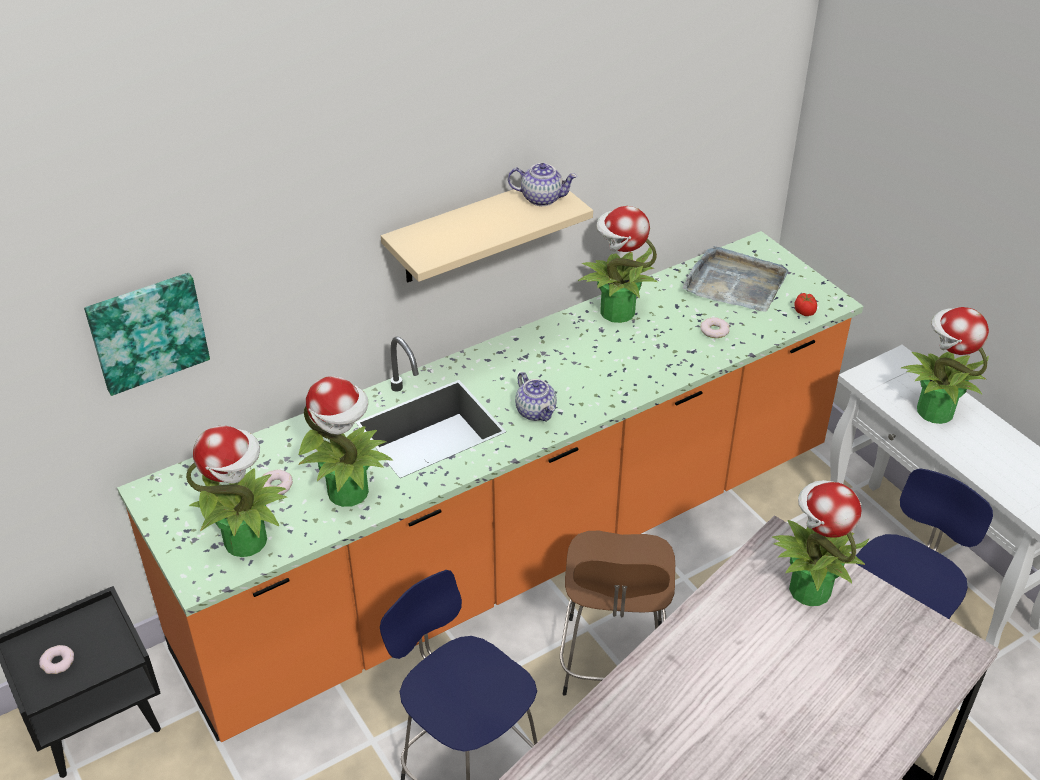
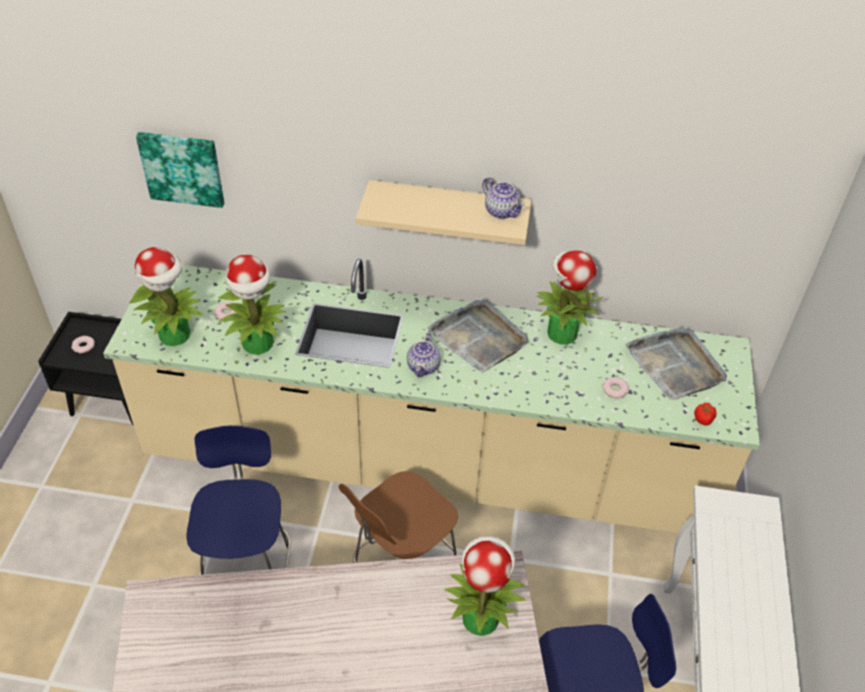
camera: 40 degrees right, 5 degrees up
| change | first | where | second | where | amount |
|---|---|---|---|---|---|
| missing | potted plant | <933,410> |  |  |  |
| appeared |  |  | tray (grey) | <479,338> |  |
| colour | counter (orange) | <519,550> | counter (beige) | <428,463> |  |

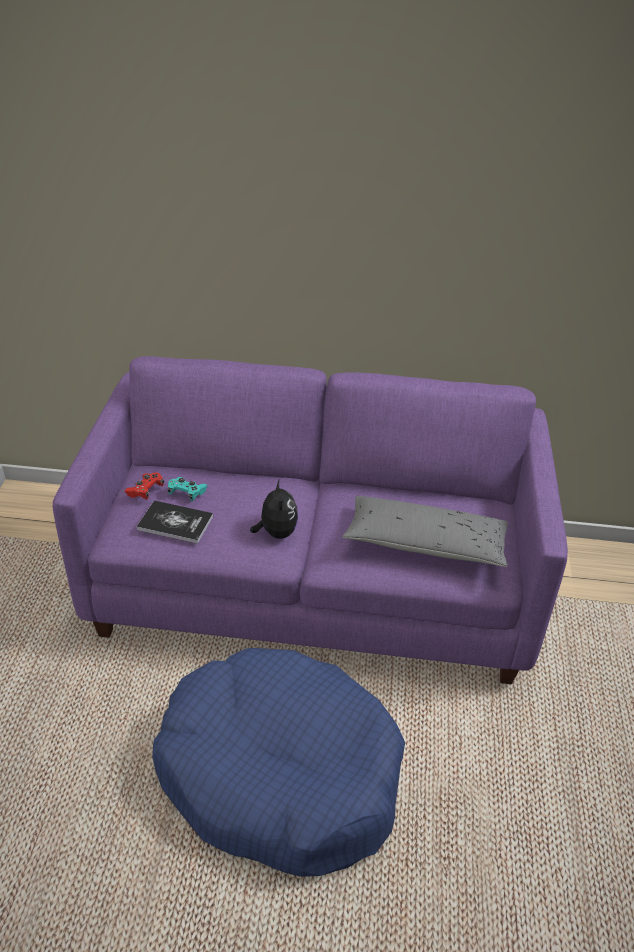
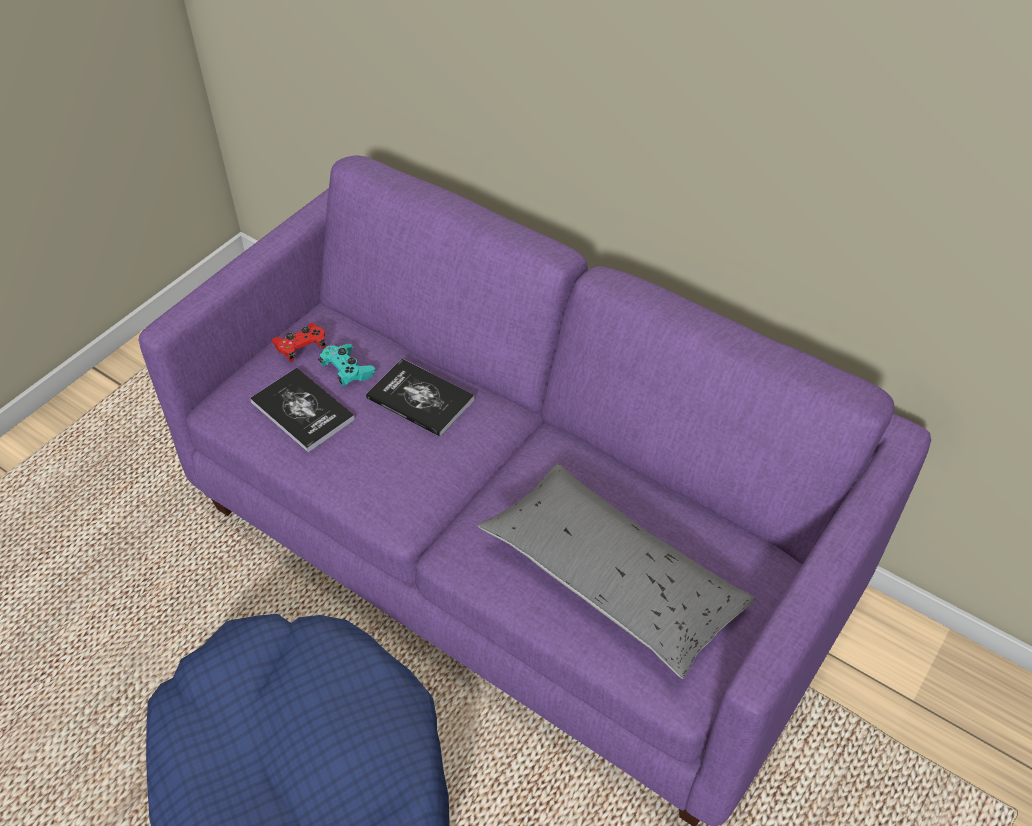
camera: 30 degrees right, 10 degrees up
| change | first | where | second | where | amount |
|---|---|---|---|---|---|
| missing | plush toy | <276,532> |  |  |  |
| appeared |  |  | book | <420,399> |  |

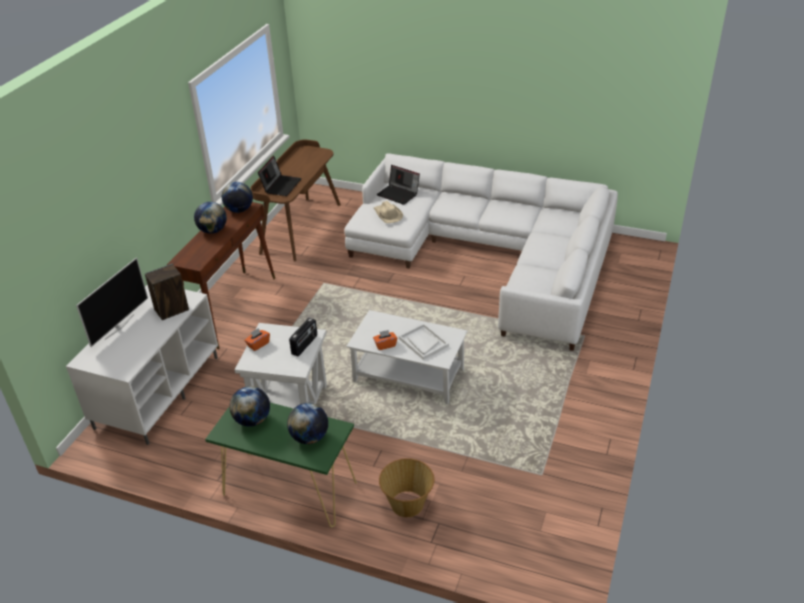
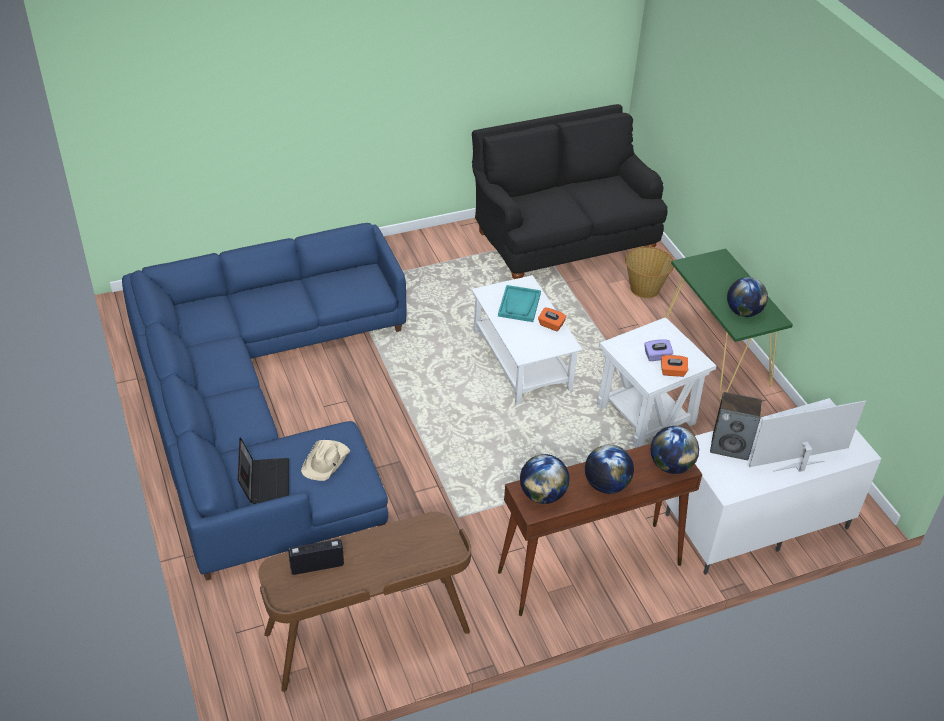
camera: 135 degrees left, 5 degrees up
| change | first | where | second | where | amount |
|---|---|---|---|---|---|
| missing | laptop | <281,185> |  |  |  |
| appeared |  |  | sofa (black) | <562,240> |  |
| appeared |  |  | tissue box (purple) | <657,356> |  |
| relocated | globe | <310,437> |  | <671,465> |  |
| relocated | radio | <305,345> |  | <317,565> |  |
| colour | sofa (white) | <492,255> | sofa (blue) | <260,405> |  |
| colour | tray (white) | <423,342> | tray (turquoise) | <519,305> |  |

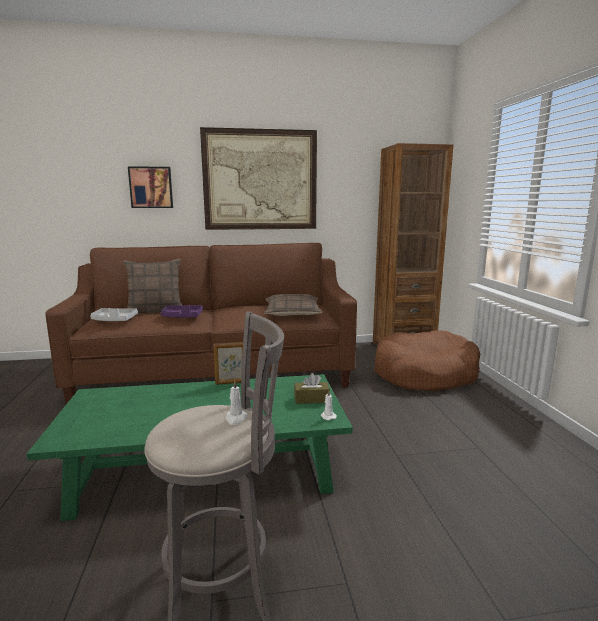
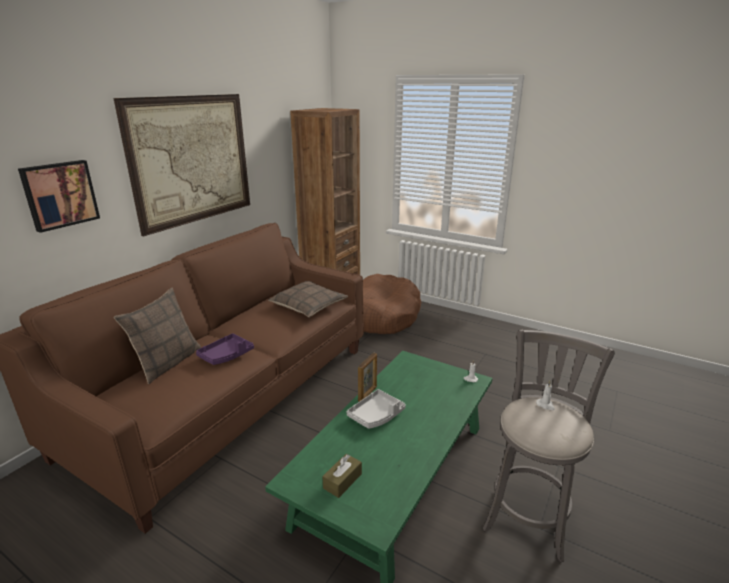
camera: 50 degrees left, 10 degrees up
| change | first | where | second | where | amount |
|---|---|---|---|---|---|
| relocated | tray (grey) | <114,320> |  | <376,415> |  |
| relocated | tissue box (brown) | <311,399> |  | <342,481> |  |

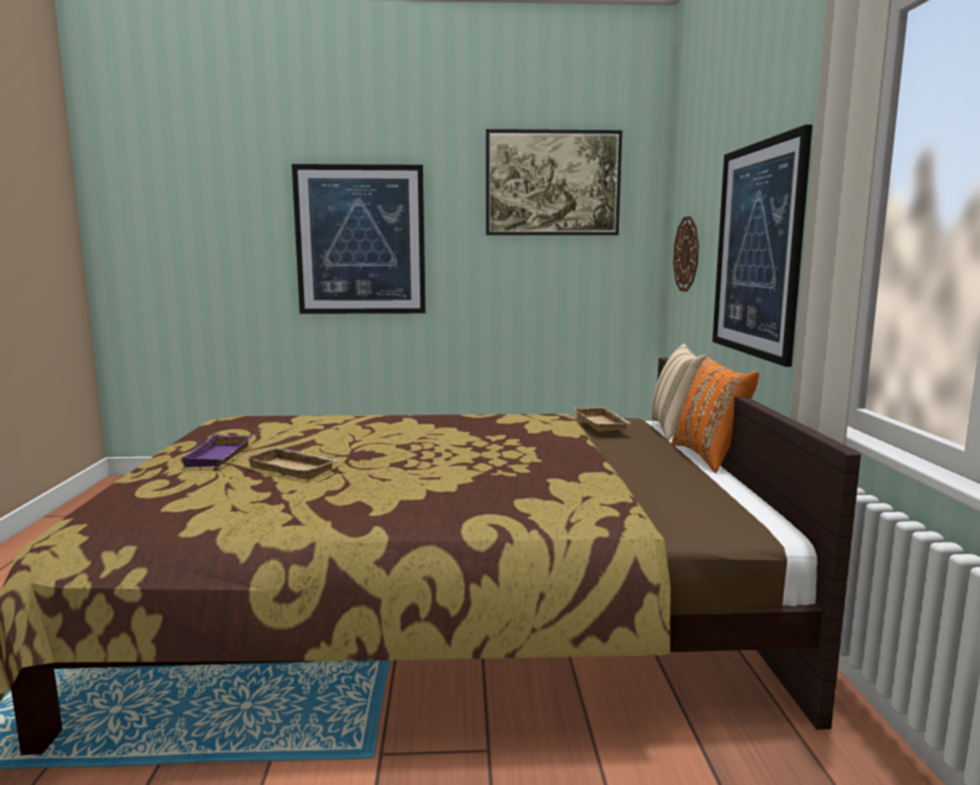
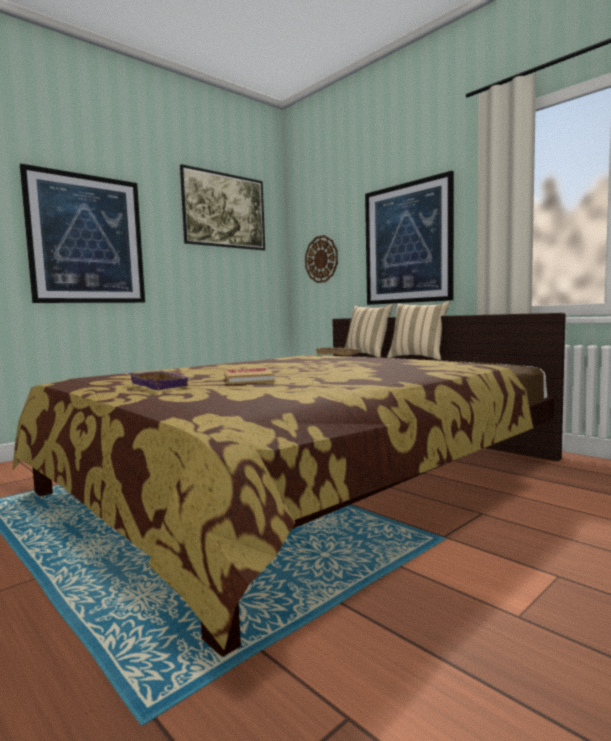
camera: 40 degrees left, 5 degrees down
| change | first | where | second | where | amount |
|---|---|---|---|---|---|
| exchanged | tray (beige) | <294,468> | book | <248,379> |  |
| colour | pillow (orange) | <710,457> | pillow (beige) | <418,358> |  |

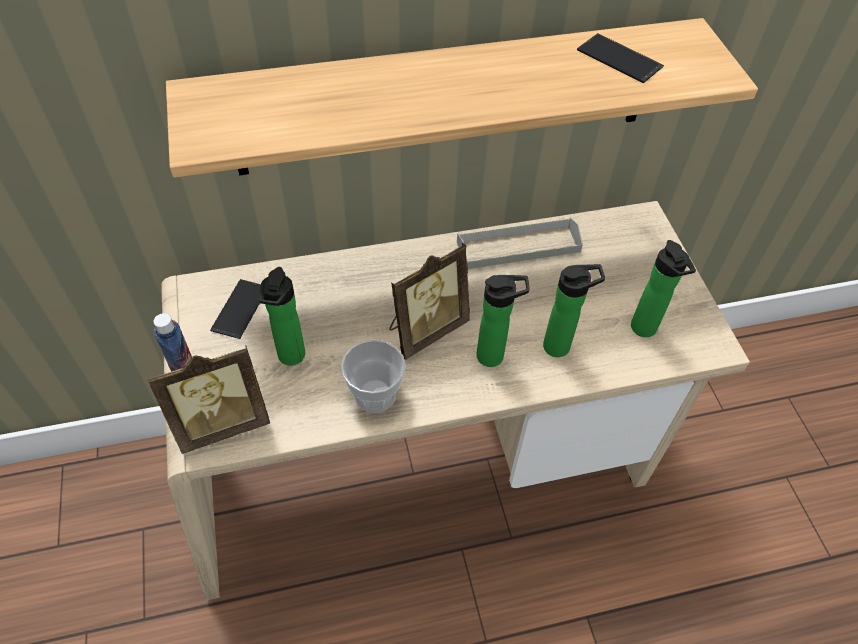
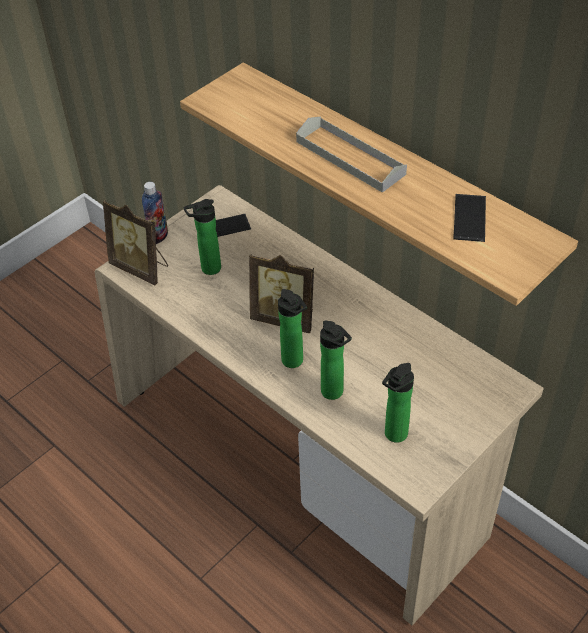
camera: 60 degrees right, 5 degrees down
| change | first | where | second | where | amount |
|---|---|---|---|---|---|
| missing | cup | <375,395> |  |  |  |
| relocated | tray (grey) | <518,247> |  | <350,158> |  |

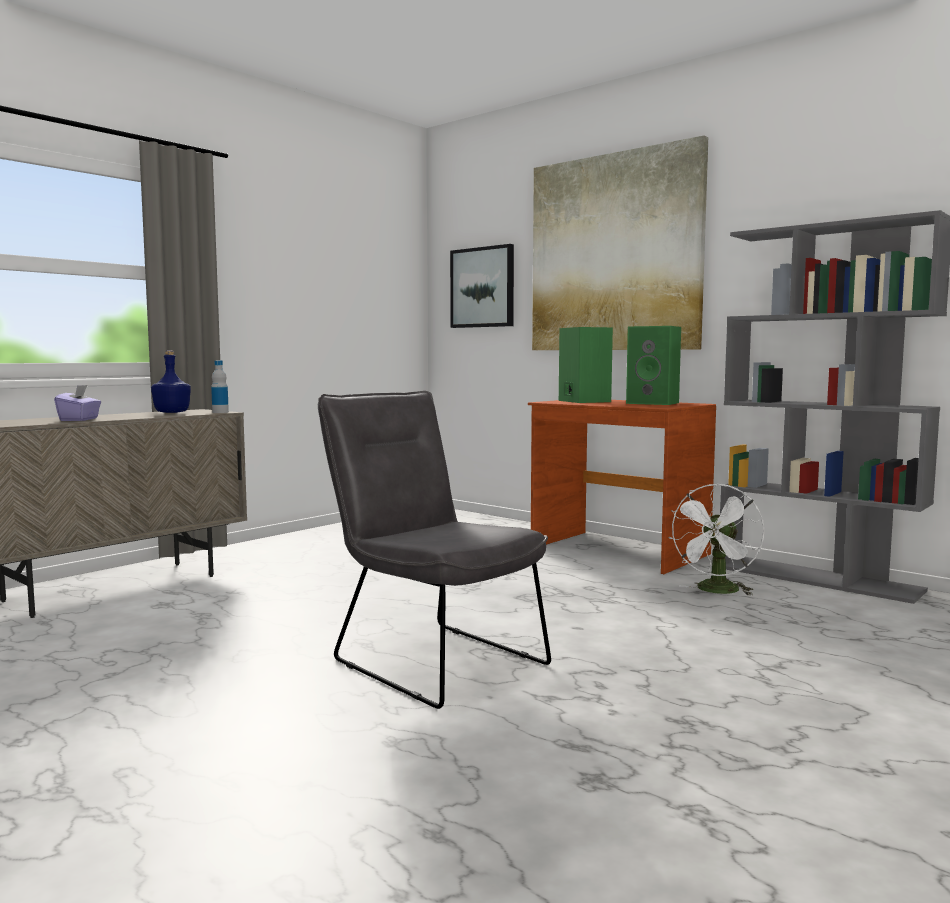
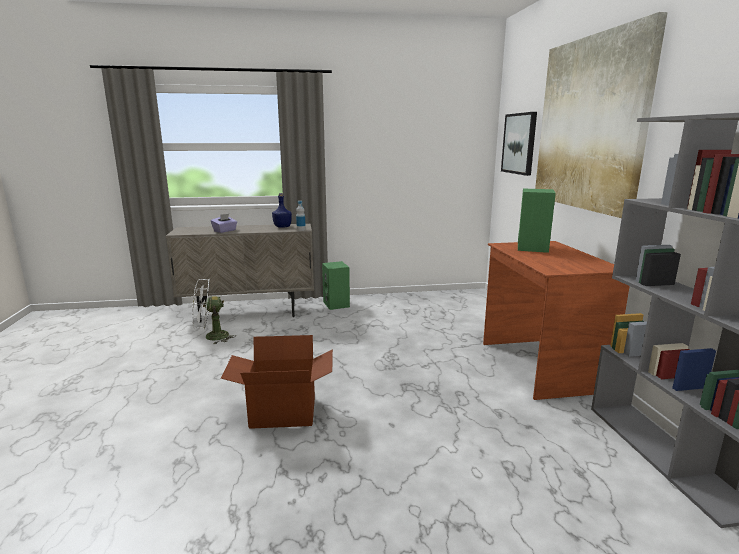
camera: 40 degrees right, 10 degrees up
| change | first | where | second | where | amount |
|---|---|---|---|---|---|
| relocated | speaker (green) | <654,403> |  | <337,304> |  |
| relocated | fan (white) | <717,591> |  | <211,337> |  |
| exchanged | chair (grey) | <430,658> | cardboard box | <283,413> |  |

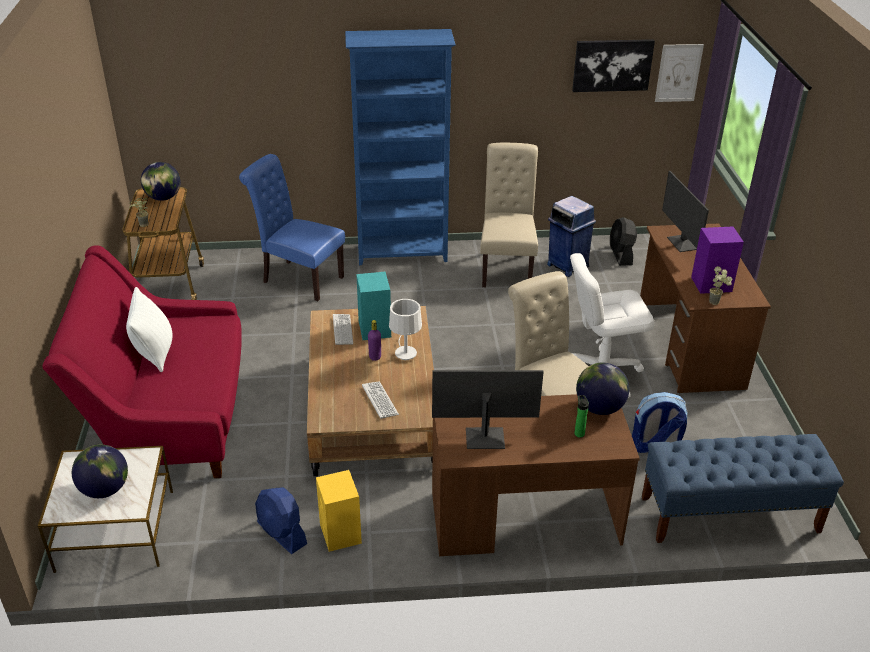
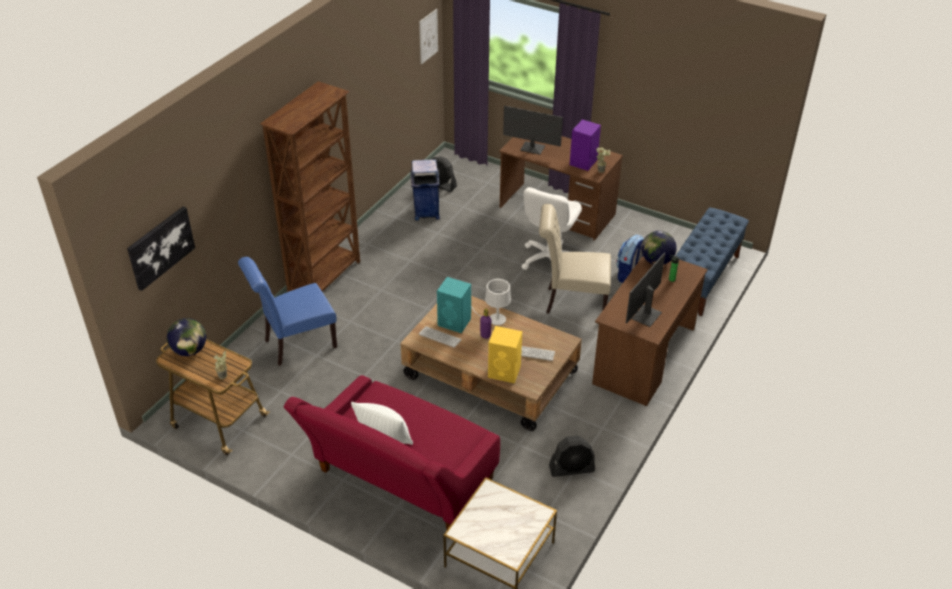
camera: 55 degrees left, 5 degrees up
| change | first | where | second | where | amount |
|---|---|---|---|---|---|
| missing | globe | <105,489> |  |  |  |
| missing | chair (beige) | <506,267> |  |  |  |
| relocated | speaker (yellow) | <340,534> |  | <505,372> |  |
| relocated | picture | <612,65> |  | <160,247> |  |
| colour | fan (blue) | <282,533> | fan (black) | <571,469> |  |
| colour | bookcase (blue) | <403,254> | bookcase (brown) | <325,278> |  |

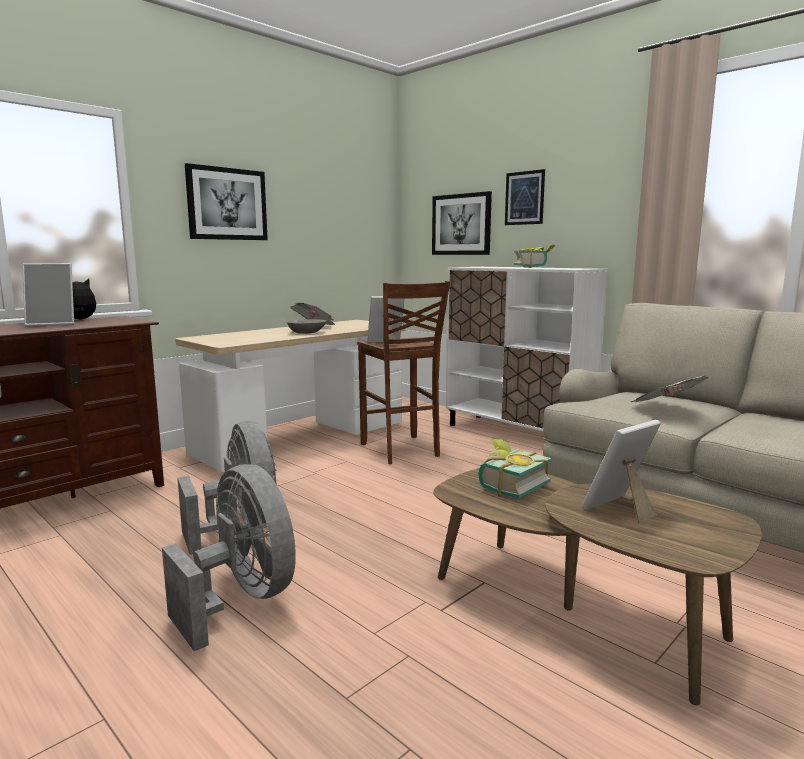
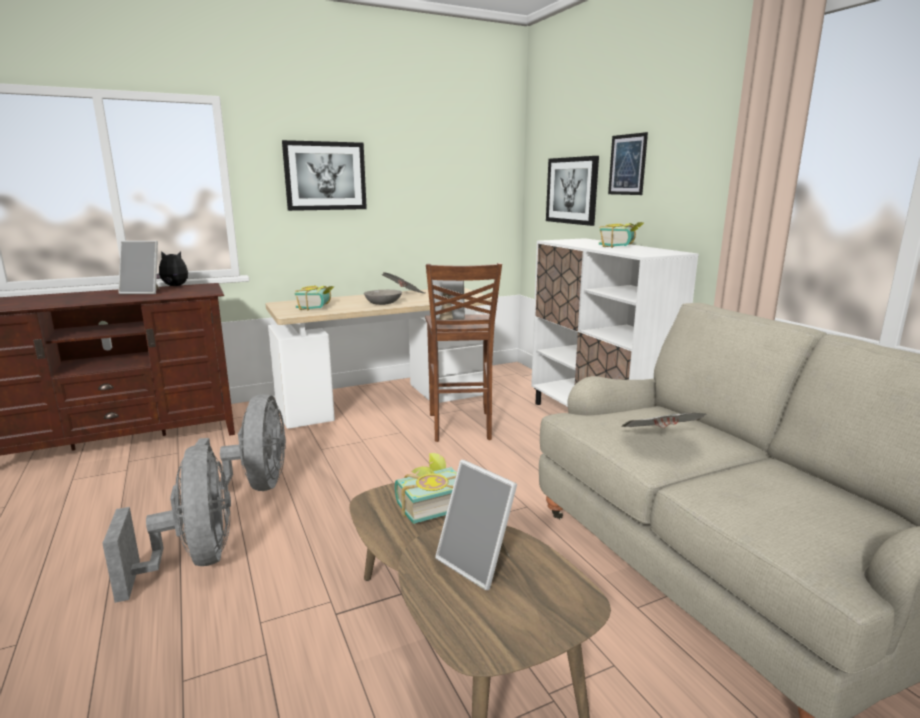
camera: 20 degrees right, 5 degrees up
| change | first | where | second | where | amount |
|---|---|---|---|---|---|
| appeared |  |  | book | <318,307> |  |
| spun | picture frame | <621,509> |  | <478,563> | 120 degrees counterclockwise |

